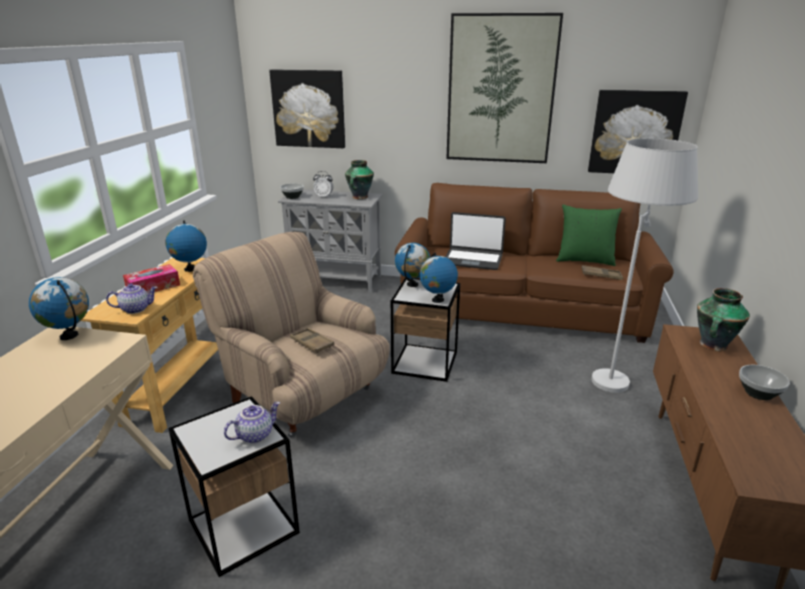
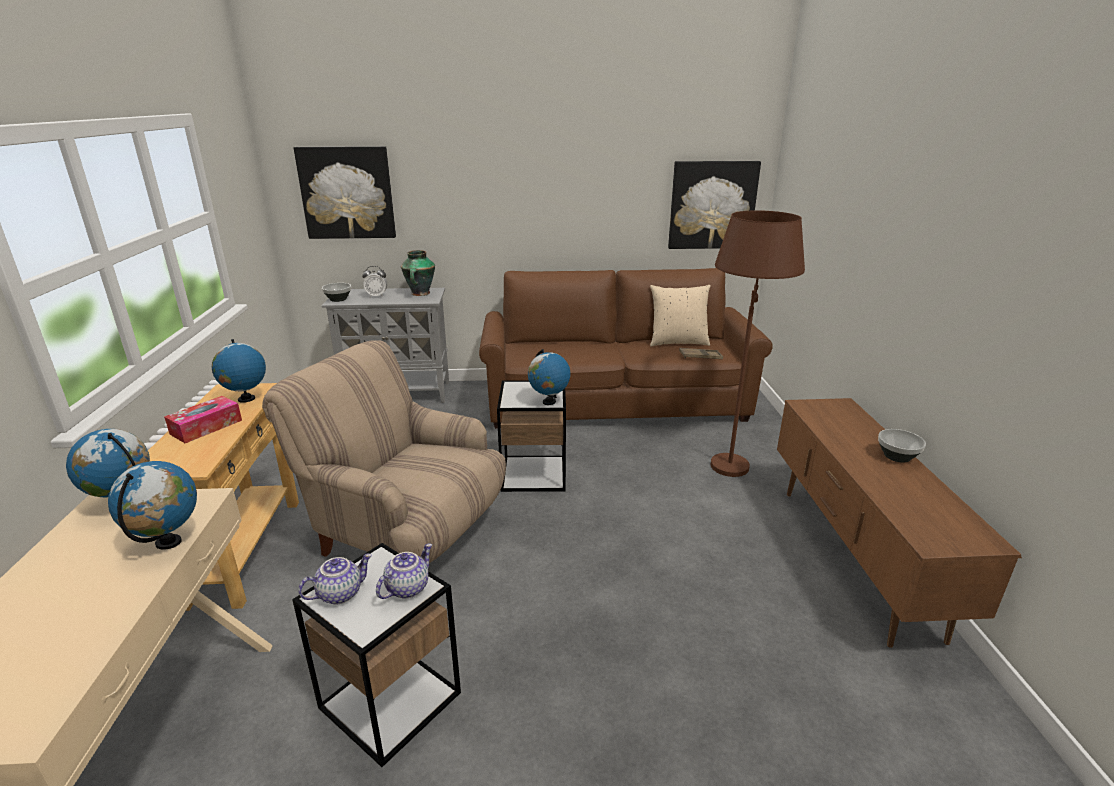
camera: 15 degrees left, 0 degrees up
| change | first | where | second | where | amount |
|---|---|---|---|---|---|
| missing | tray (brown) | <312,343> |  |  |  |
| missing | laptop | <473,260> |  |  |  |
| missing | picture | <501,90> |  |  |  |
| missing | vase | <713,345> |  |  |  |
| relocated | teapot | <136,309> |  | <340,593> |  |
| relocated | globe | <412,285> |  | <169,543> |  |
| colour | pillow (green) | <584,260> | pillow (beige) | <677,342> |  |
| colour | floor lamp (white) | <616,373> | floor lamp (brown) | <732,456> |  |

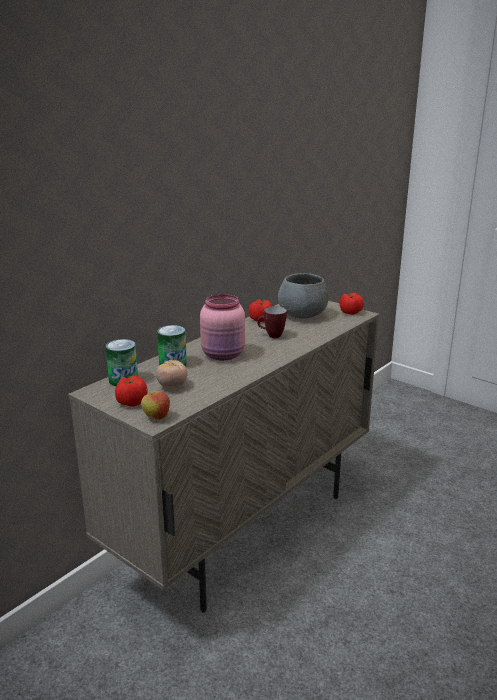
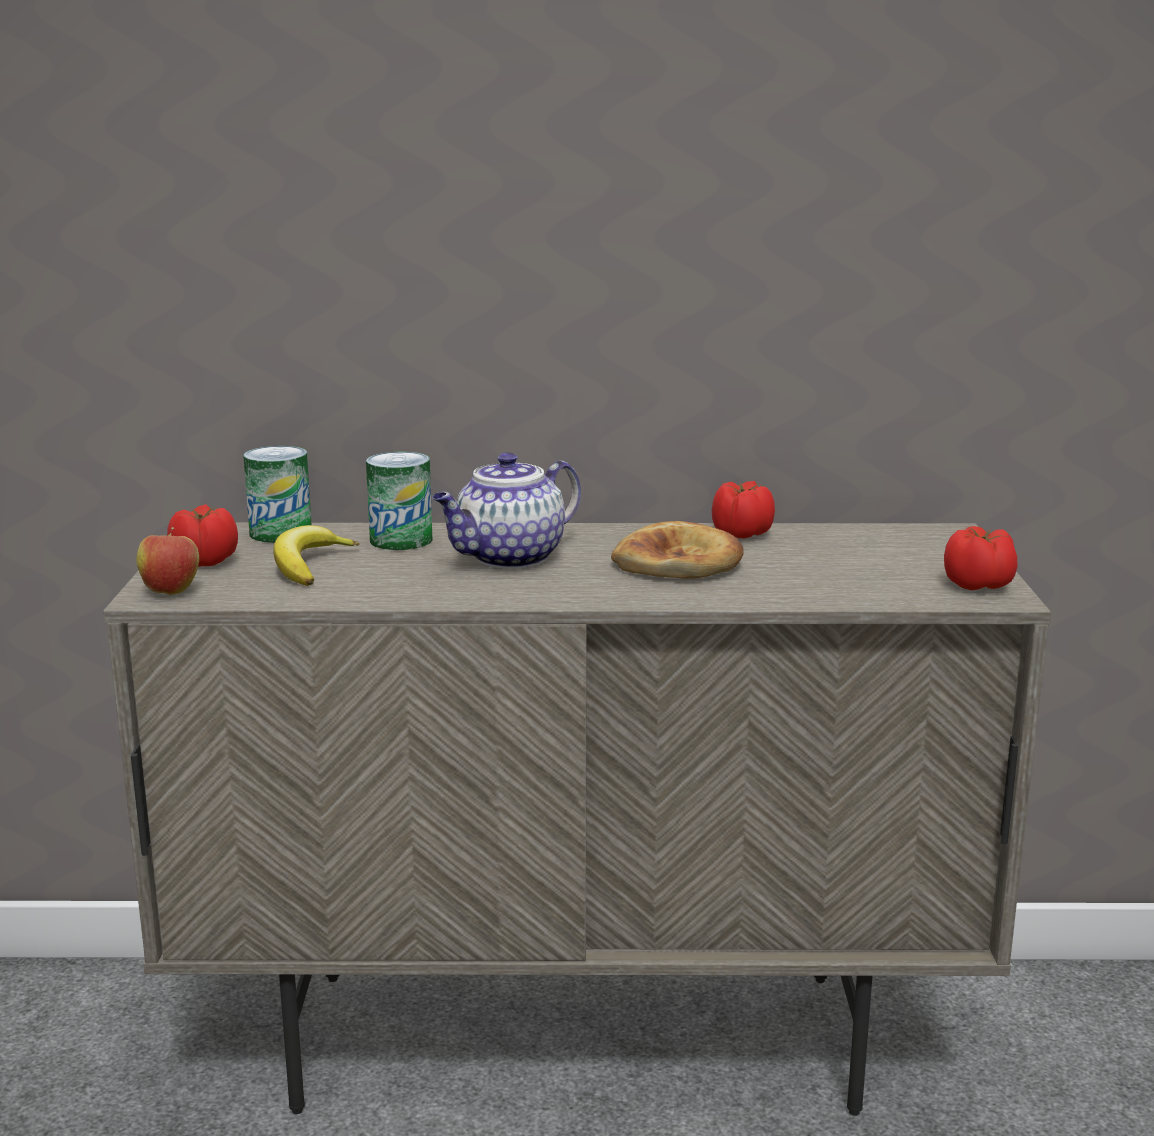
camera: 50 degrees right, 5 degrees down
| change | first | where | second | where | amount |
|---|---|---|---|---|---|
| missing | bowl (grey) | <303,315> |  |  |  |
| exchanged | tomato | <172,386> | banana | <309,566> |  |
| exchanged | jar (pink) | <224,355> | teapot | <509,558> |  |
| exchanged | mug | <271,336> | bread | <679,562> |  |

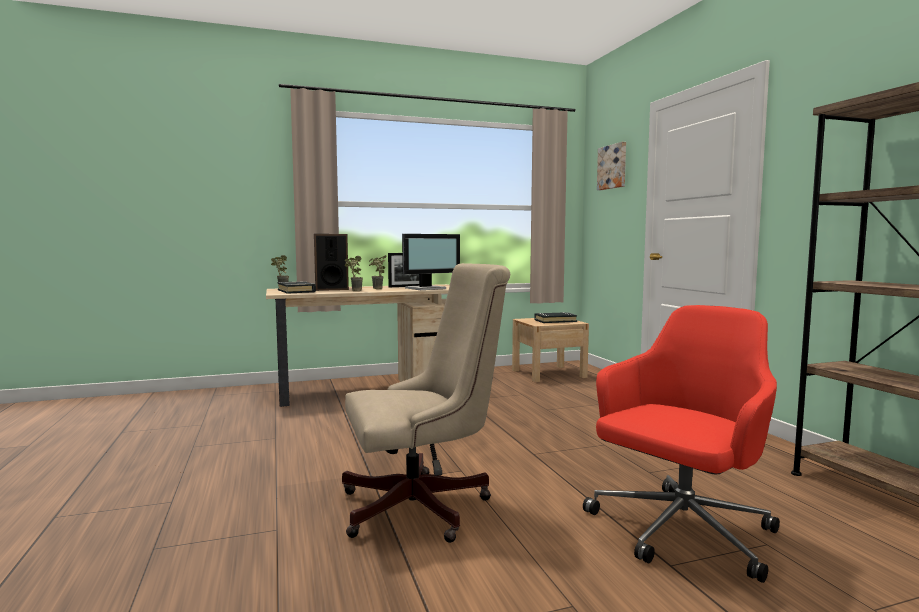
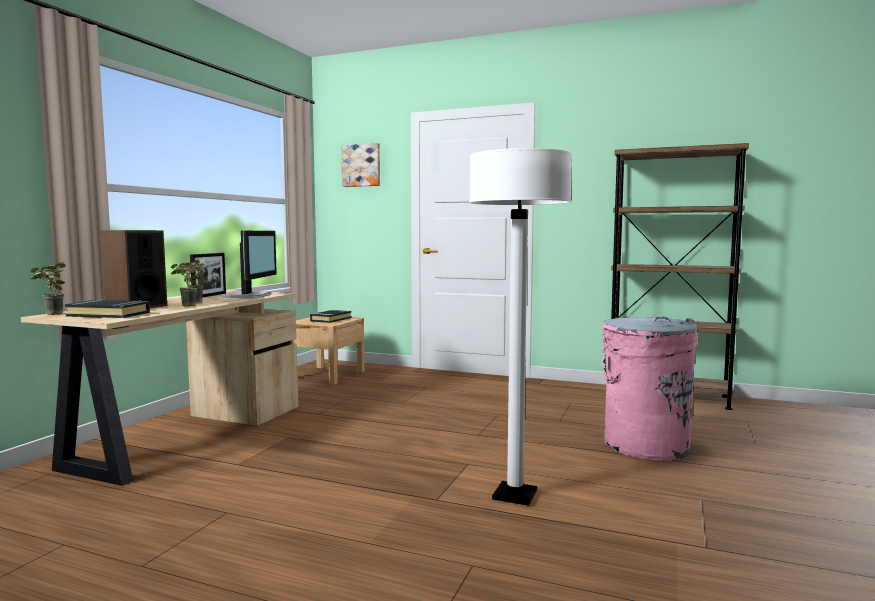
camera: 50 degrees left, 0 degrees up
| change | first | where | second | where | amount |
|---|---|---|---|---|---|
| exchanged | office chair (beige) | <425,507> | floor lamp (white) | <515,495> |  |
| exchanged | office chair (red) | <679,532> | trash can (pink) | <645,445> |  |

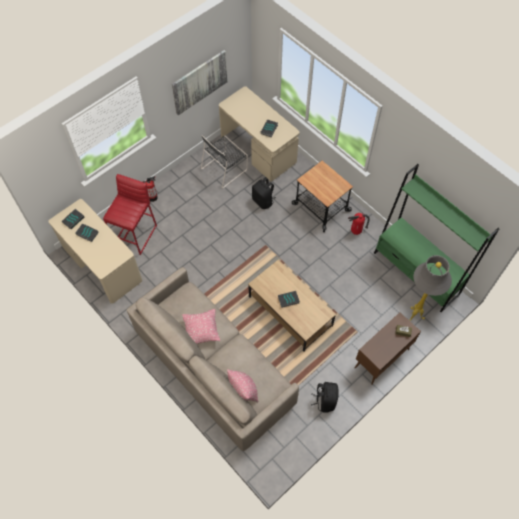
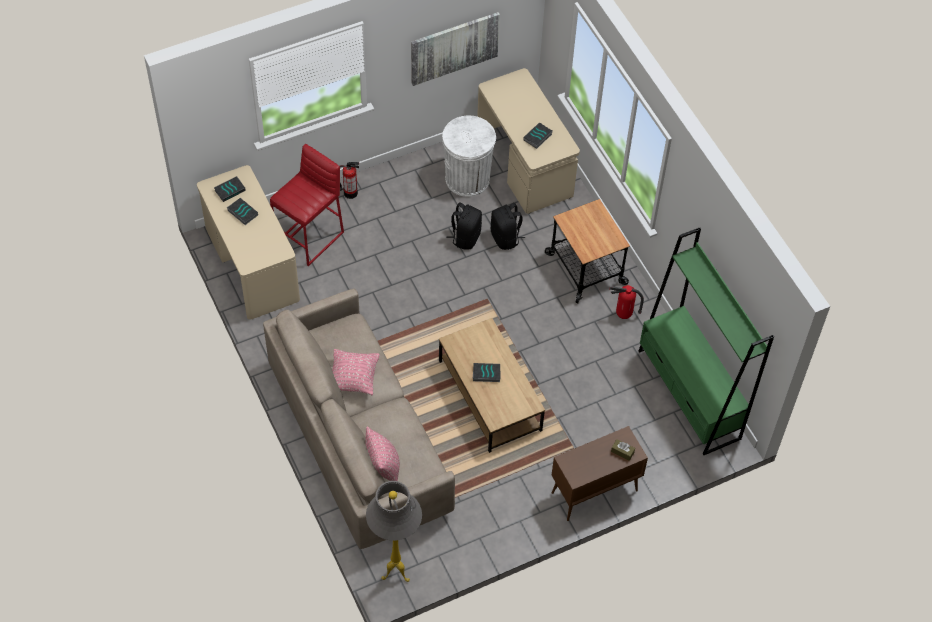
camera: 15 degrees right, 5 degrees down
| change | first | where | second | where | amount |
|---|---|---|---|---|---|
| relocated | backpack (black) | <325,400> |  | <465,237> |  |
| relocated | floor lamp (grey) | <413,315> |  | <395,572> |  |
| exchanged | chair (black) | <225,168> | trash can (white) | <467,179> |  |

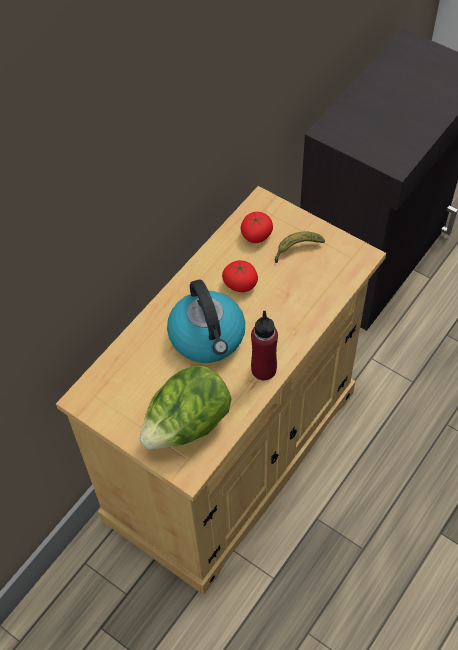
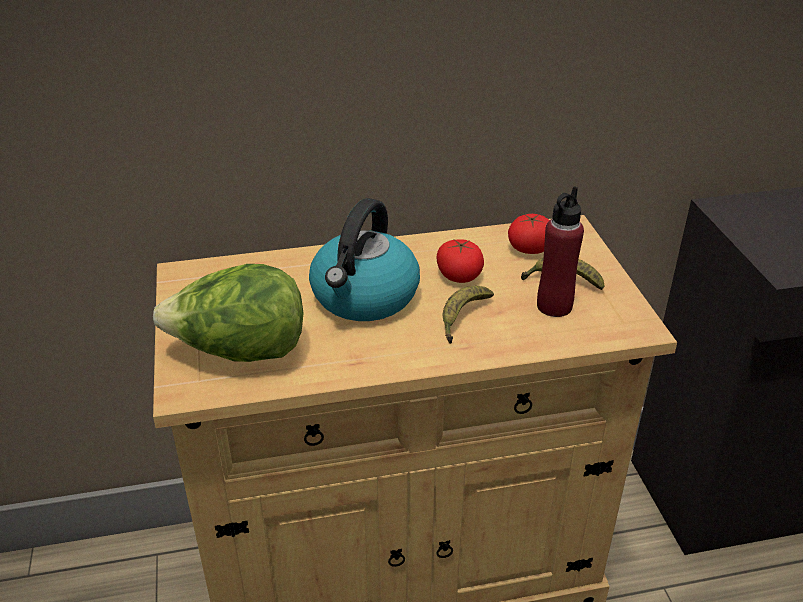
camera: 40 degrees right, 20 degrees down
| change | first | where | second | where | amount |
|---|---|---|---|---|---|
| appeared |  |  | banana | <462,318> |  |
| relocated | bottle (red) | <263,369> |  | <554,306> |  |

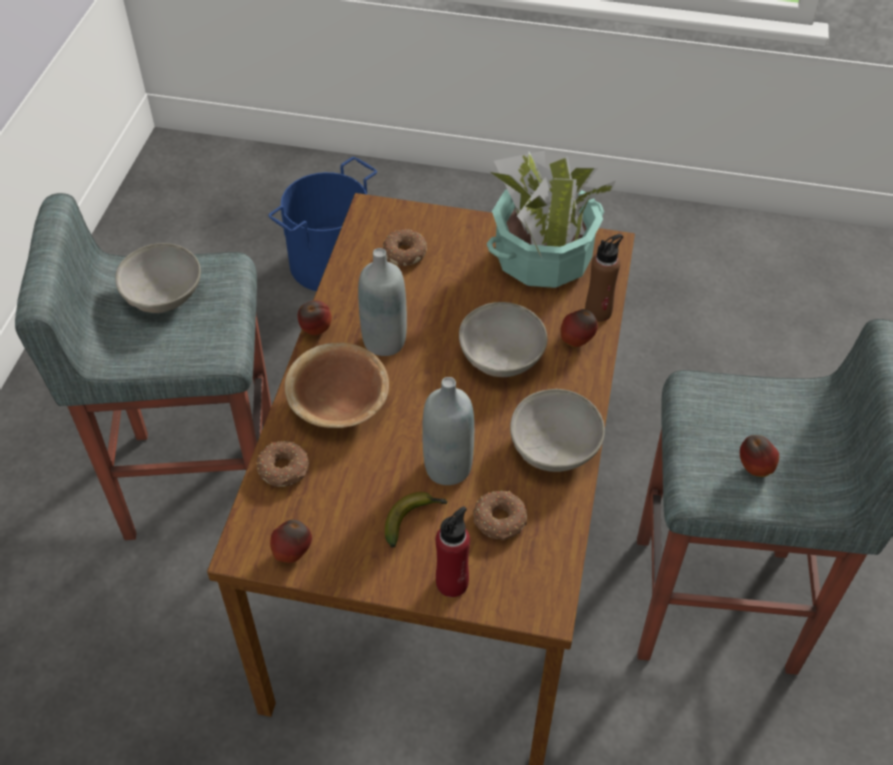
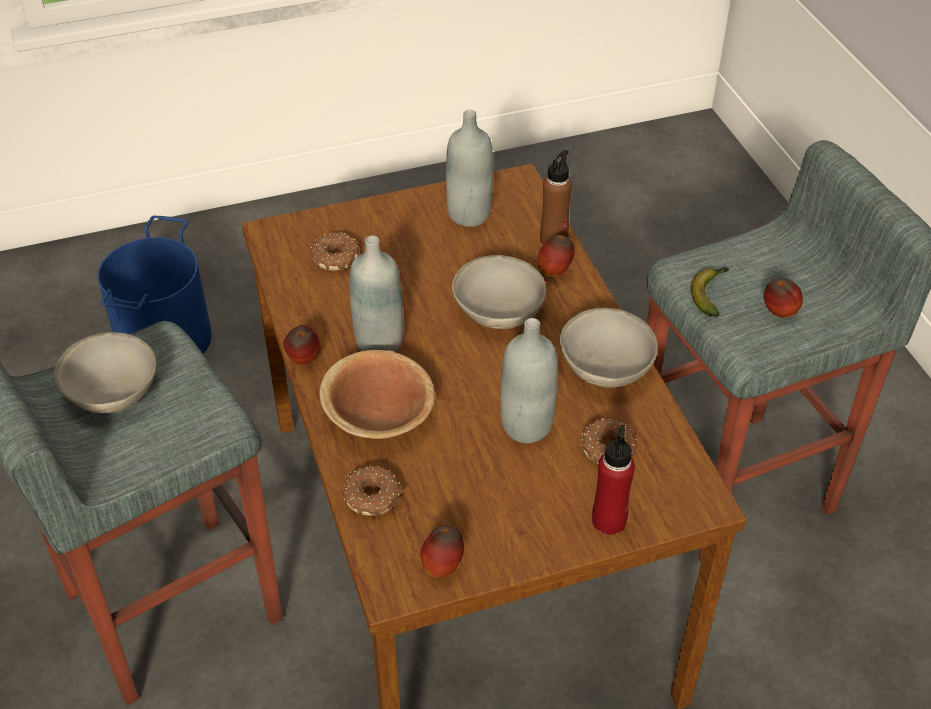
camera: 30 degrees left, 5 degrees down
| change | first | where | second | where | amount |
|---|---|---|---|---|---|
| relocated | banana | <413,519> |  | <710,294> |  |
| exchanged | potted plant | <542,259> | bottle (grey) | <469,214> |  |

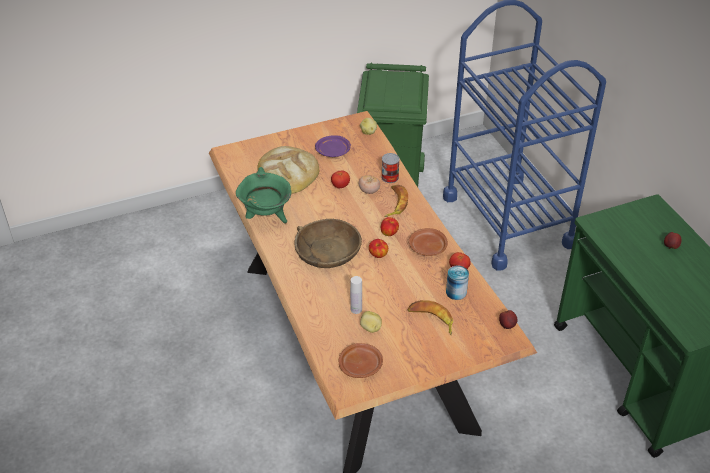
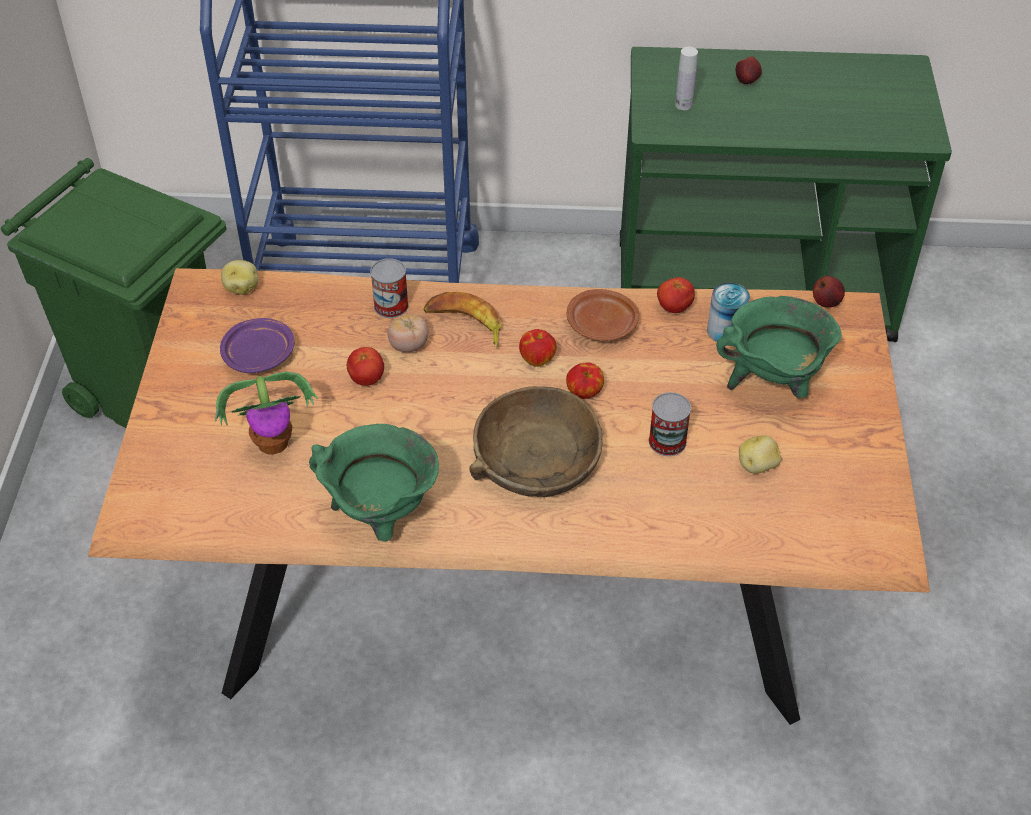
camera: 65 degrees left, 5 degrees up
| change | first | where | second | where | amount |
|---|---|---|---|---|---|
| missing | plate (brown) | <361,365> |  |  |  |
| appeared |  |  | can | <667,441> |  |
| relocated | bottle (white) | <356,309> |  | <683,105> |  |
| exchanged | bread | <287,173> | potted plant | <274,442> |  |
| exchanged | banana | <431,319> | cooking pot (green) | <773,383> |  |

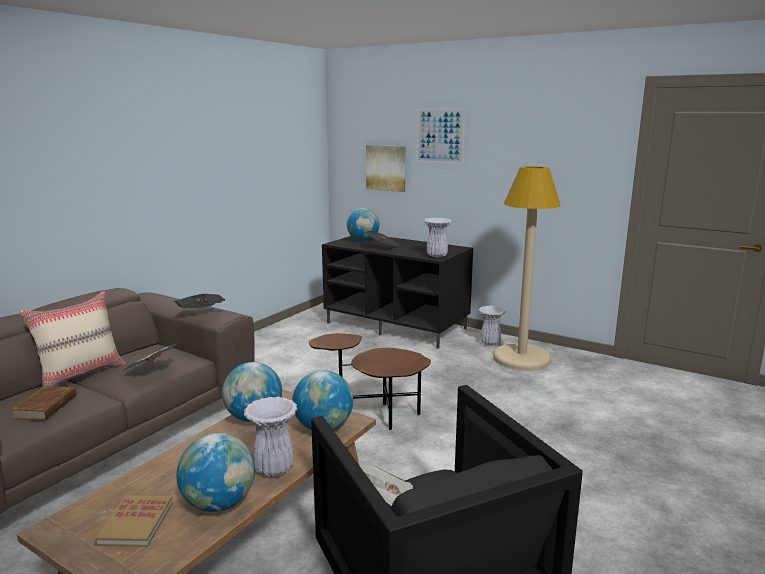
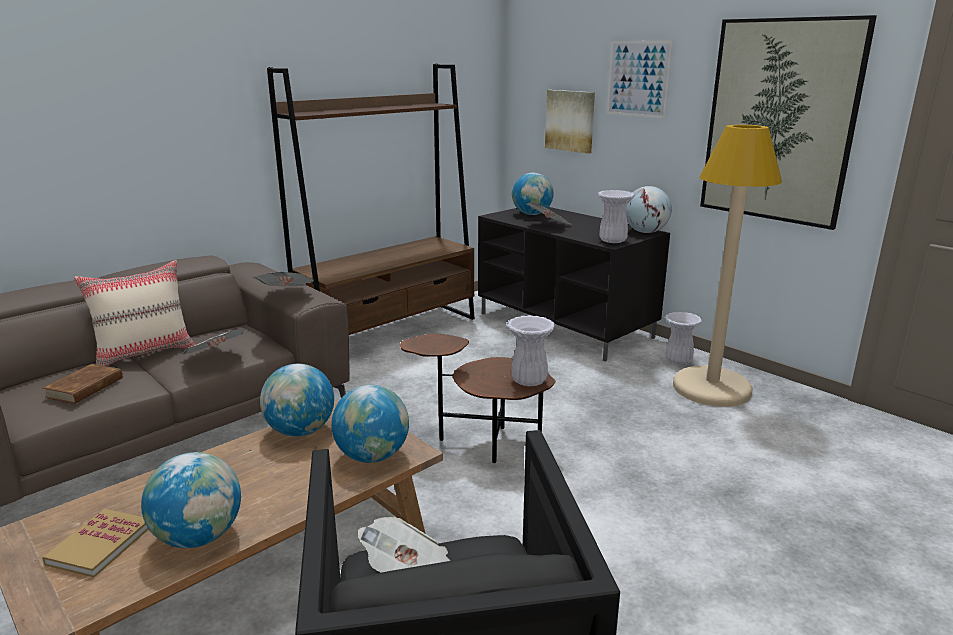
camera: 15 degrees right, 5 degrees up
| change | first | where | second | where | amount |
|---|---|---|---|---|---|
| appeared |  |  | bookcase (brown) | <390,333> |  |
| appeared |  |  | globe | <645,232> |  |
| appeared |  |  | picture | <779,122> |  |
| relocated | vase (white) | <274,470> |  | <529,382> |  |

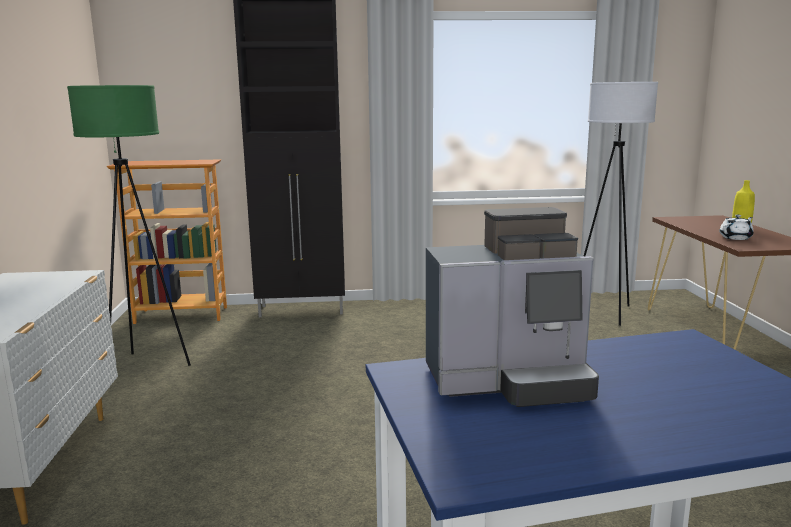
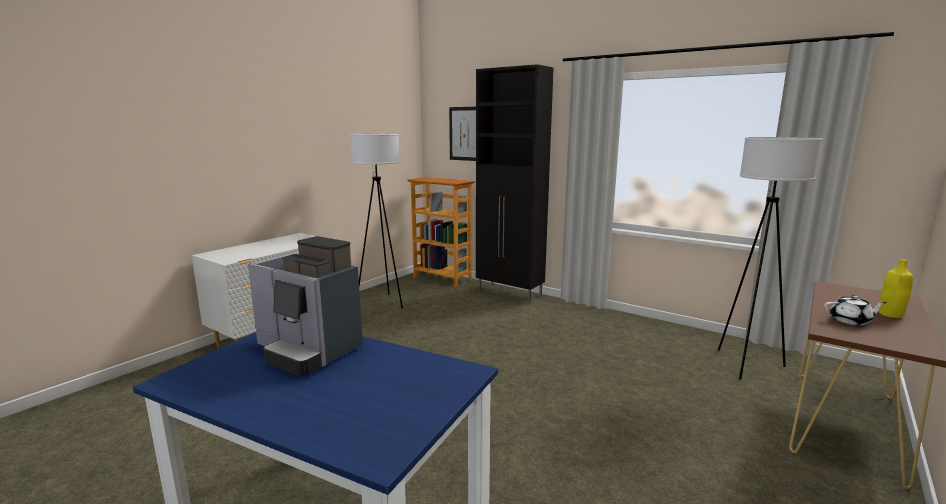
camera: 40 degrees right, 0 degrees up
| change | first | where | second | where | amount |
|---|---|---|---|---|---|
| appeared |  |  | picture | <464,133> |  |
| colour | floor lamp (green) | <144,367> | floor lamp (white) | <382,303> |  |

